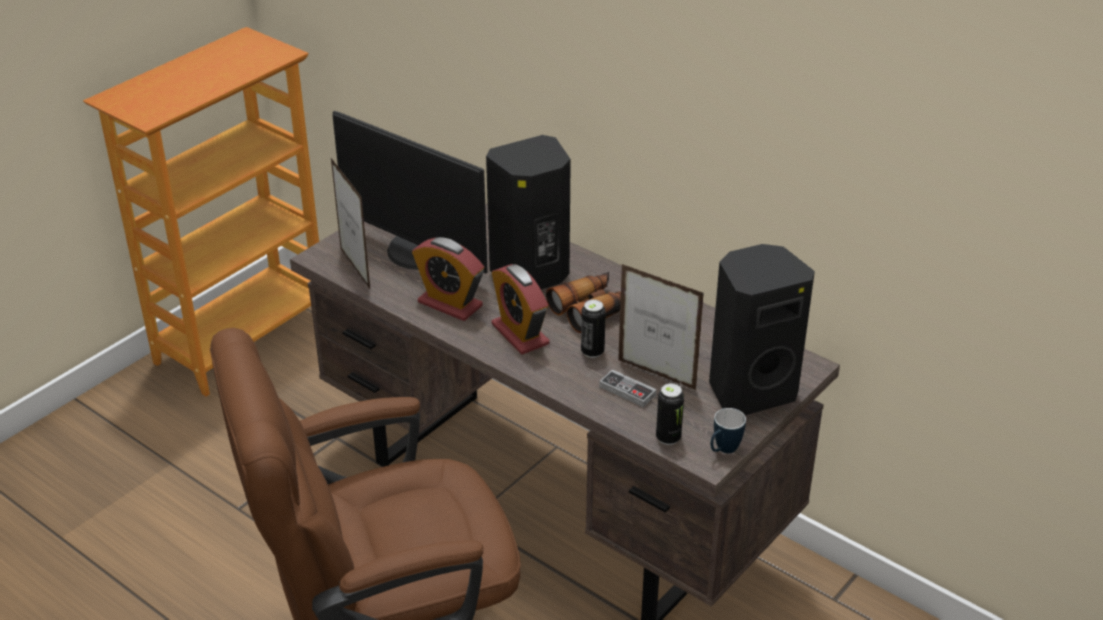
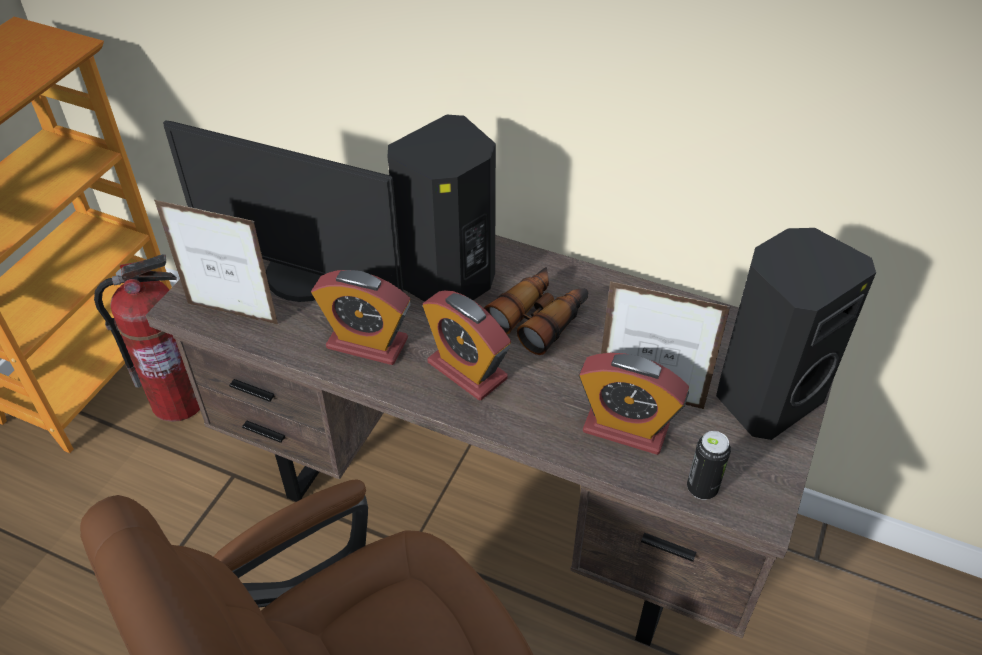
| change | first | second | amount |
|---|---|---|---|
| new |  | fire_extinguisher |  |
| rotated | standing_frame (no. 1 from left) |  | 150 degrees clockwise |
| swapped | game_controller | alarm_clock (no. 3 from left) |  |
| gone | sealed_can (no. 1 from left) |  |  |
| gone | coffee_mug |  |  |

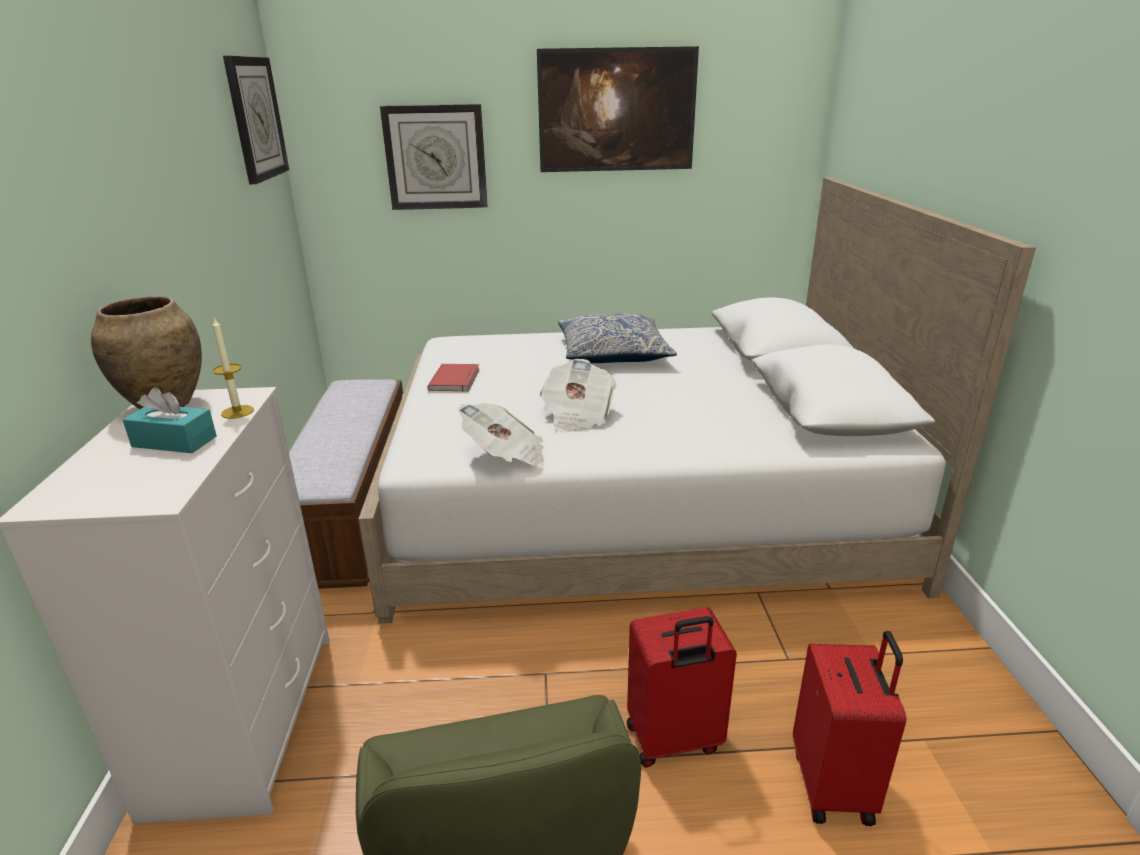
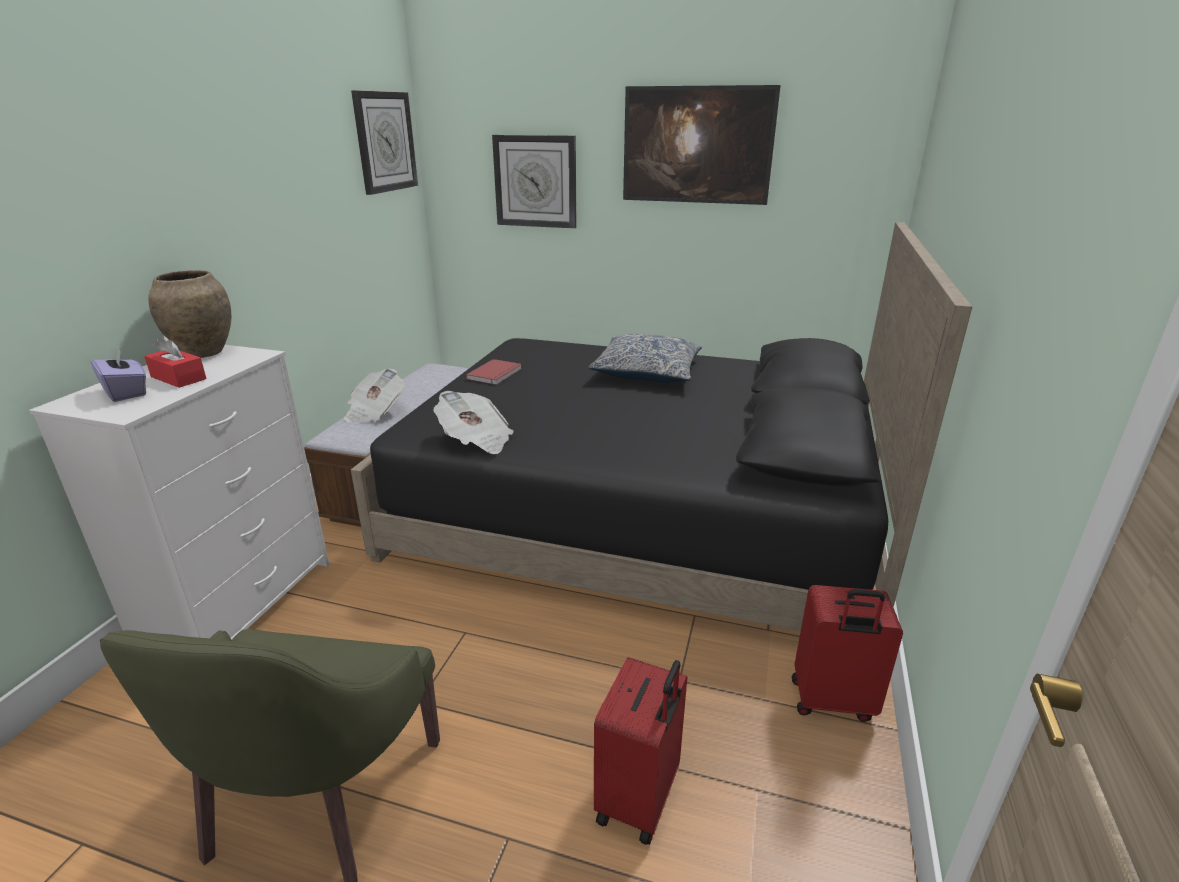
| change | first | second | amount |
|---|---|---|---|
| new |  | purple_tissue_holder |  |
| repainted | blue-green_tissue_holder | red_tissue_holder |  |
| shifted | newspaper (no. 2 from left in the first image) | newspaper (no. 1 from left) |  |
| repainted | white_sleeping_bed | blackish_sleeping_bed |  |
| shifted | red_travel_case (no. 1 from left in the first image) | red_travel_case (no. 2 from left) |  |
| gone | wax_light |  |  |

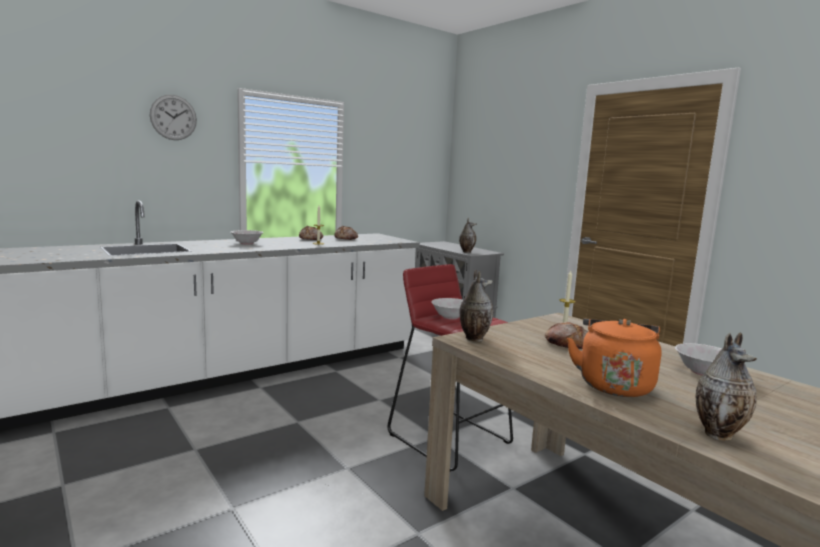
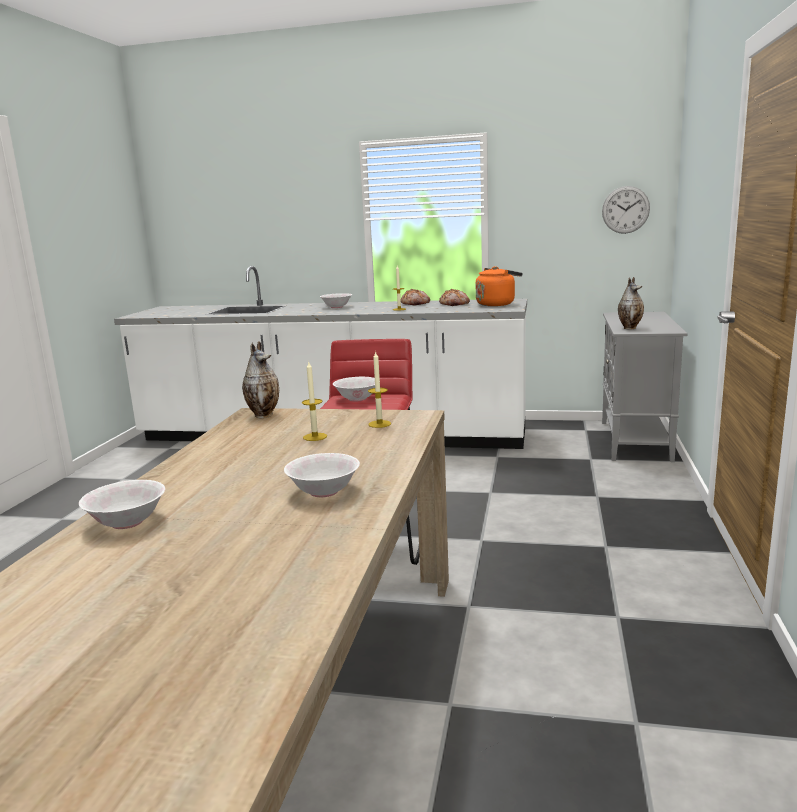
| change | first | second | amount |
|---|---|---|---|
| swapped | decorative_vase (no. 3 from left) | white_deep_dish (no. 1 from left) |  |
| swapped | bakery_bread (no. 3 from left) | wax_light (no. 1 from left) |  |
| shifted | orange-coloured_water_kettle |  |  |
| shifted | clock_on_the_wall |  |  |

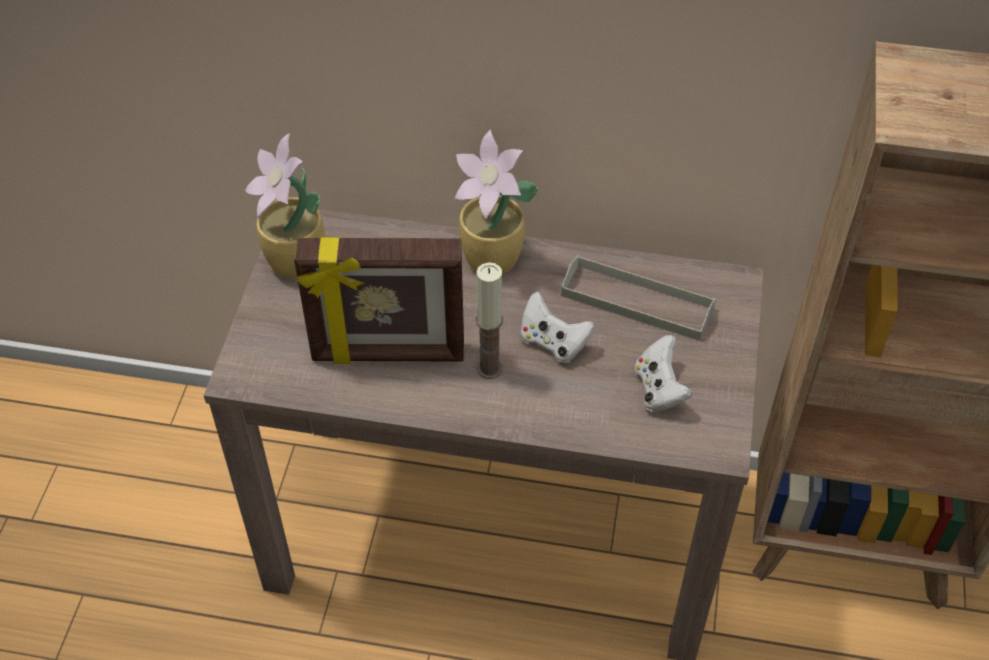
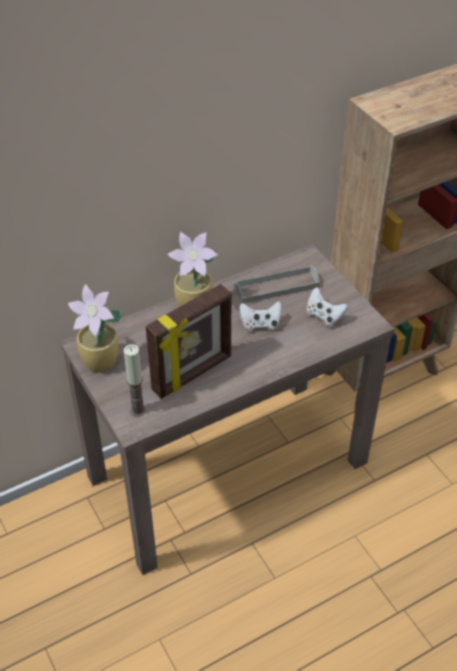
| change | first | second | amount |
|---|---|---|---|
| shifted | wax_light |  |  |

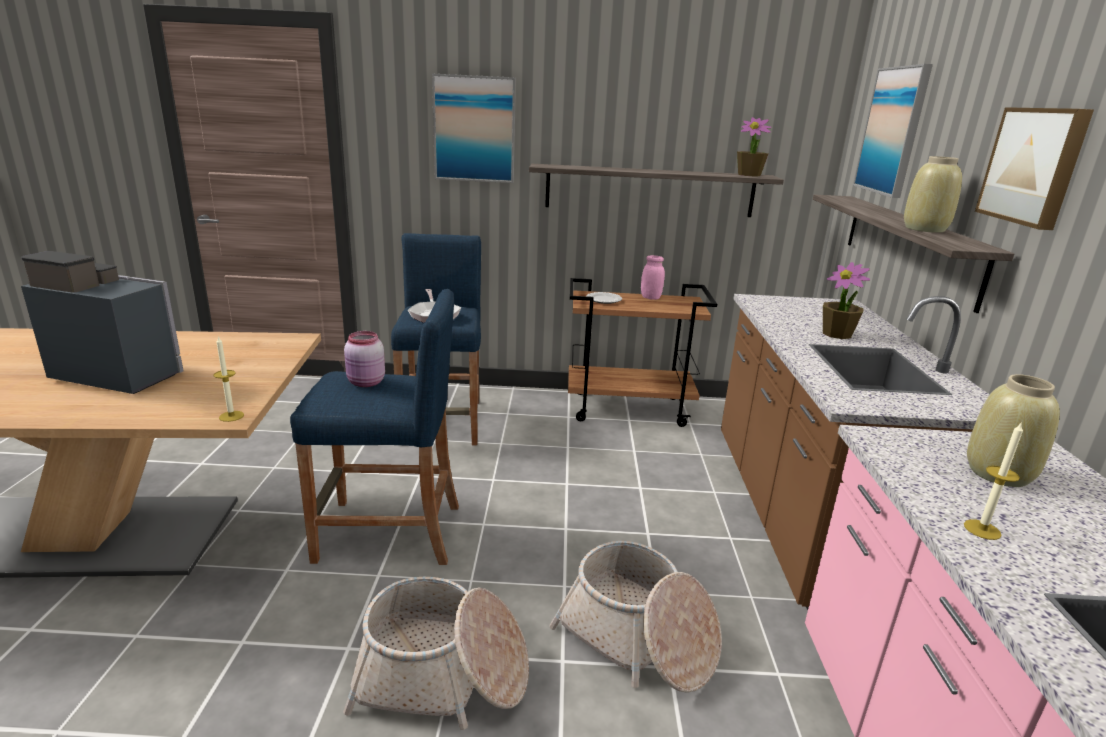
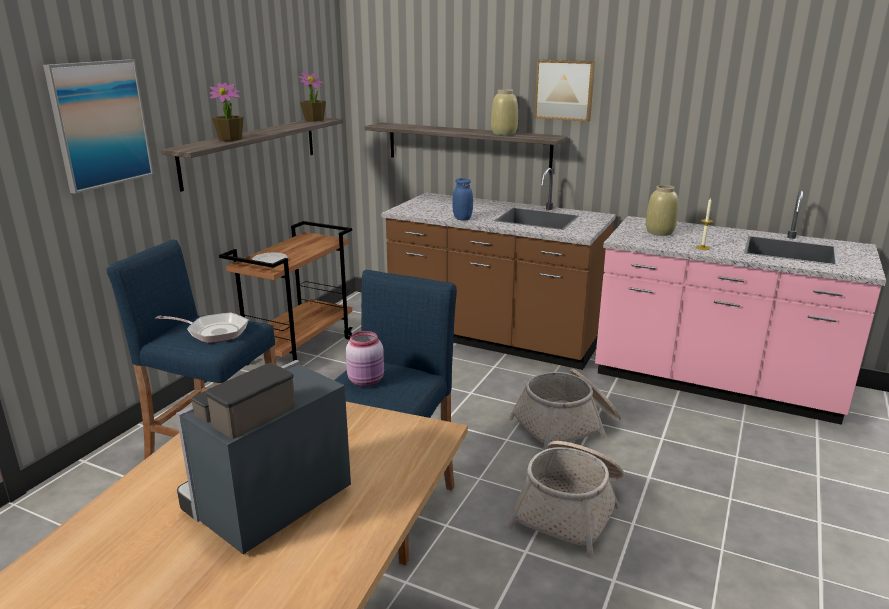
| change | first | second | amount |
|---|---|---|---|
| shifted | plant_in_a_pot (no. 2 from left in the first image) | plant_in_a_pot (no. 1 from left) |  |
| new |  | blue_jar |  |
| gone | wax_light (no. 1 from left) |  |  |
| gone | pink_jar (no. 2 from left) |  |  |
| gone | picture (no. 2 from left) |  |  |

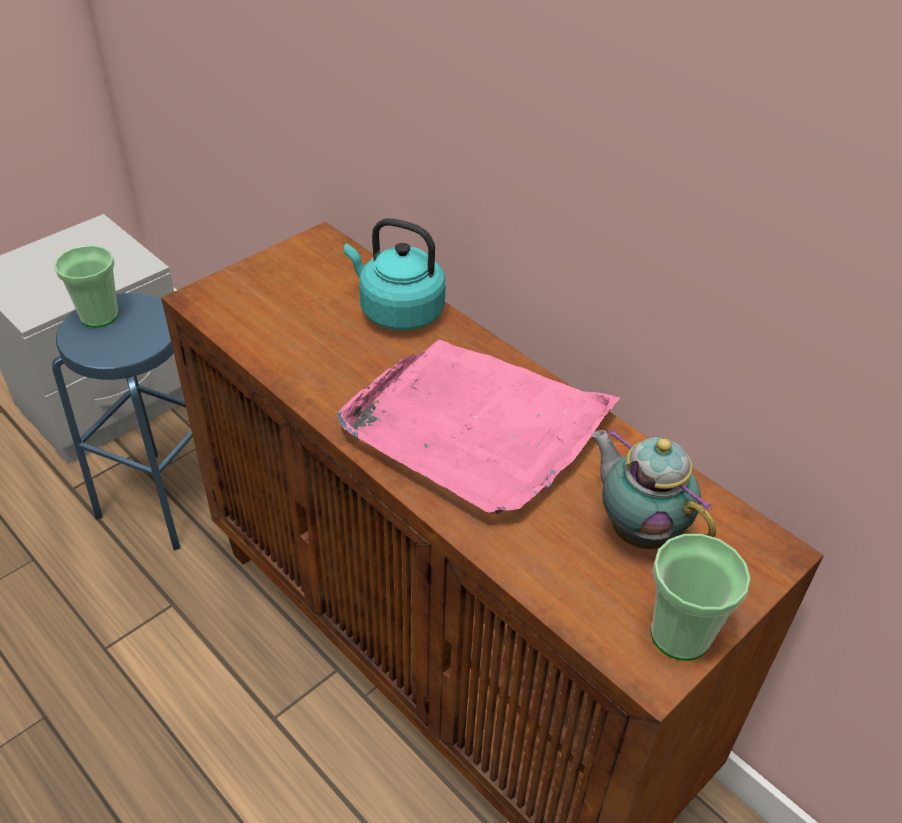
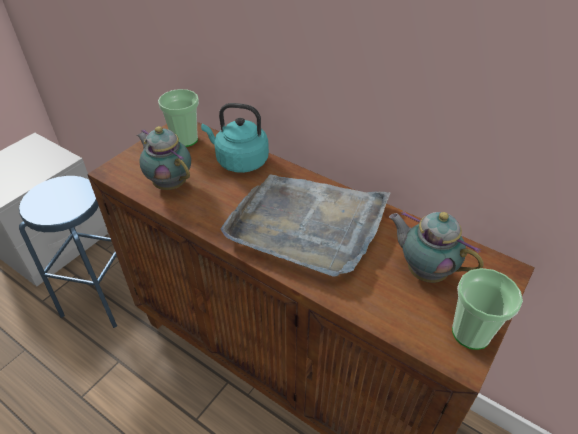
| change | first | second | amount |
|---|---|---|---|
| new |  | tea_pot (no. 1 from left) |  |
| shifted | drinking_cup (no. 1 from left) |  |  |
| repainted | pink_tray | grey_tray |  |

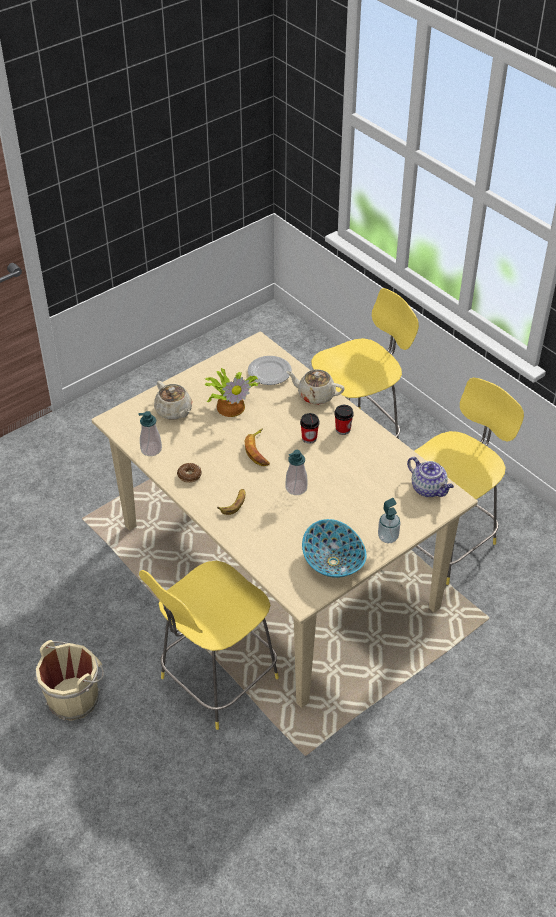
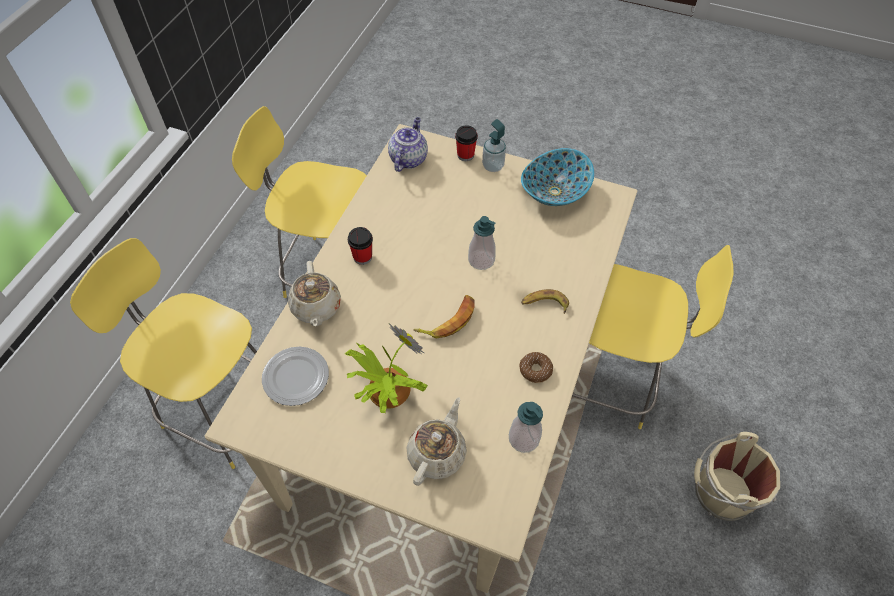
| change | first | second | amount |
|---|---|---|---|
| shifted | drinking_cup (no. 1 from left in the first image) | drinking_cup (no. 2 from left) |  |

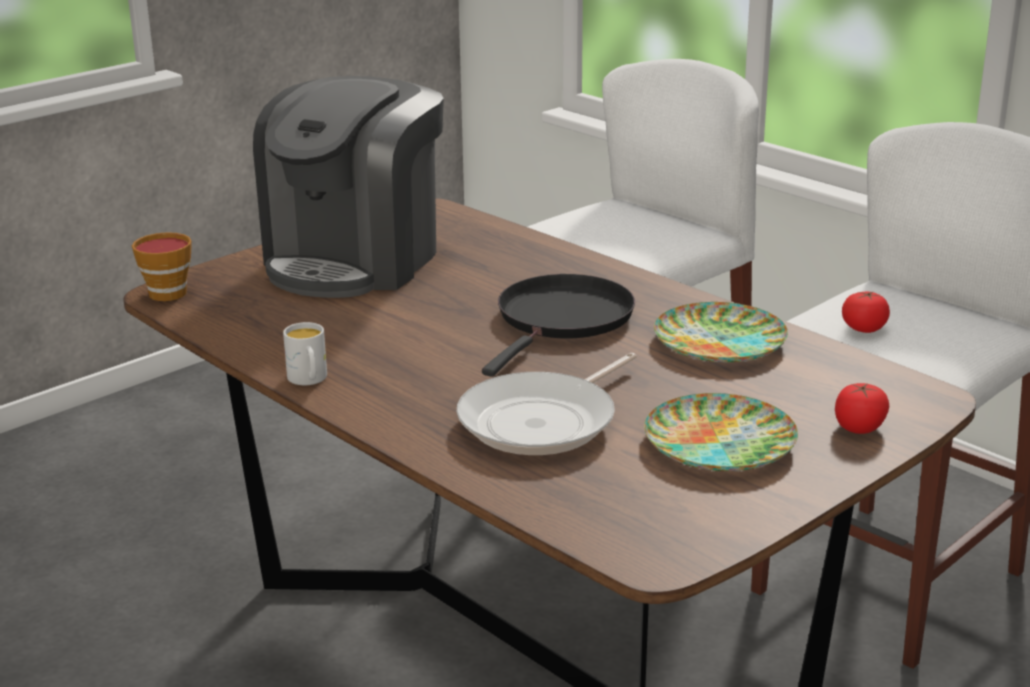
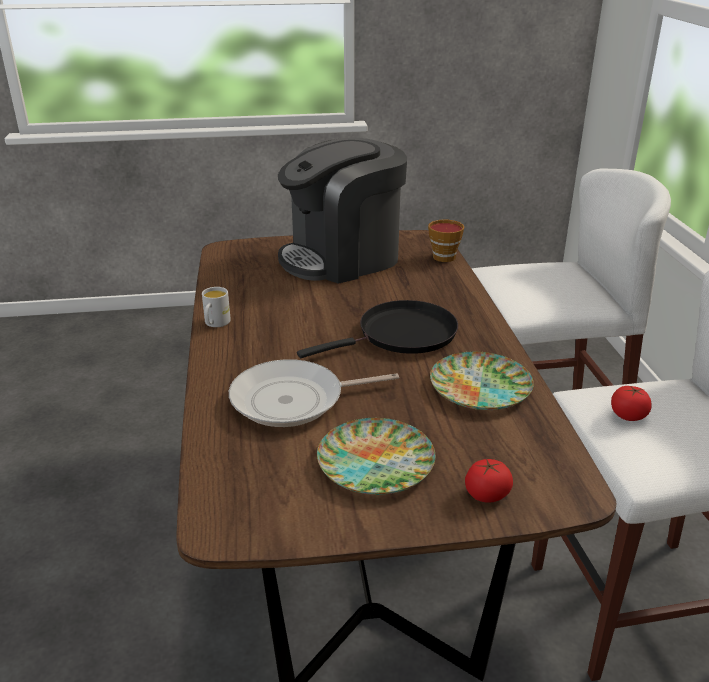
| change | first | second | amount |
|---|---|---|---|
| shifted | drinking_cup |  |  |

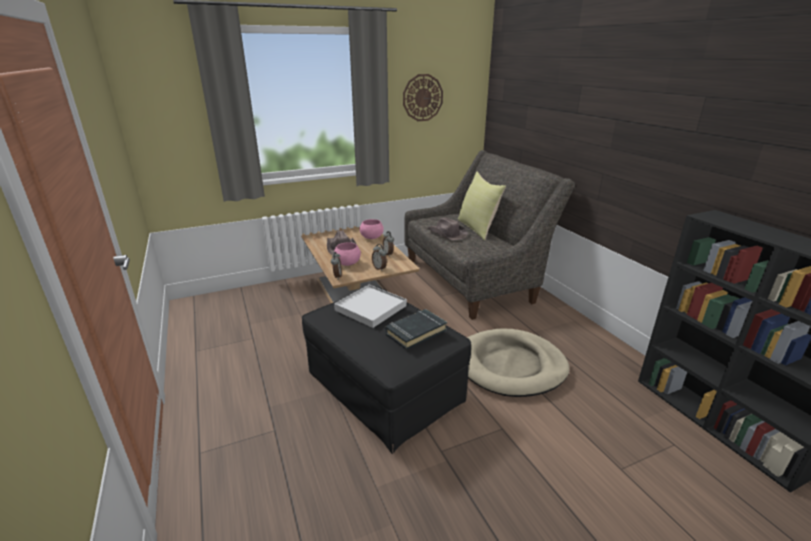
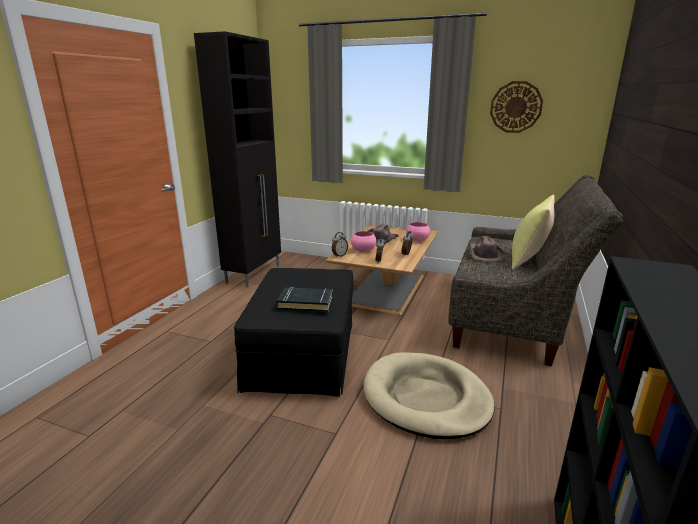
| change | first | second | amount |
|---|---|---|---|
| new |  | blackish_cupboard |  |
| gone | white_tray |  |  |

